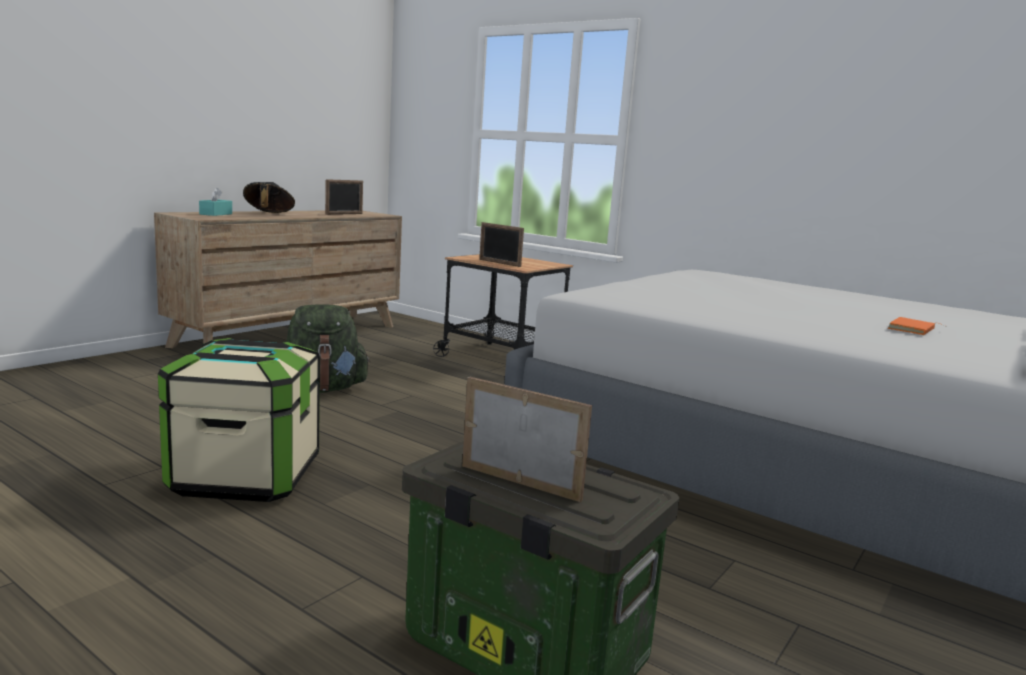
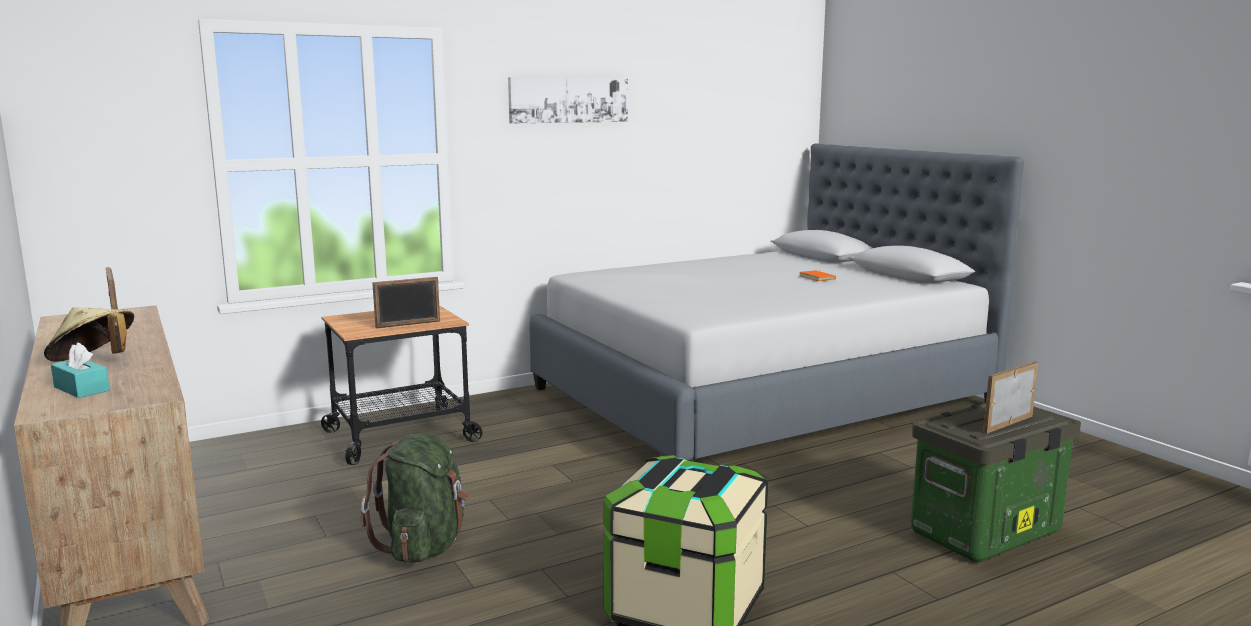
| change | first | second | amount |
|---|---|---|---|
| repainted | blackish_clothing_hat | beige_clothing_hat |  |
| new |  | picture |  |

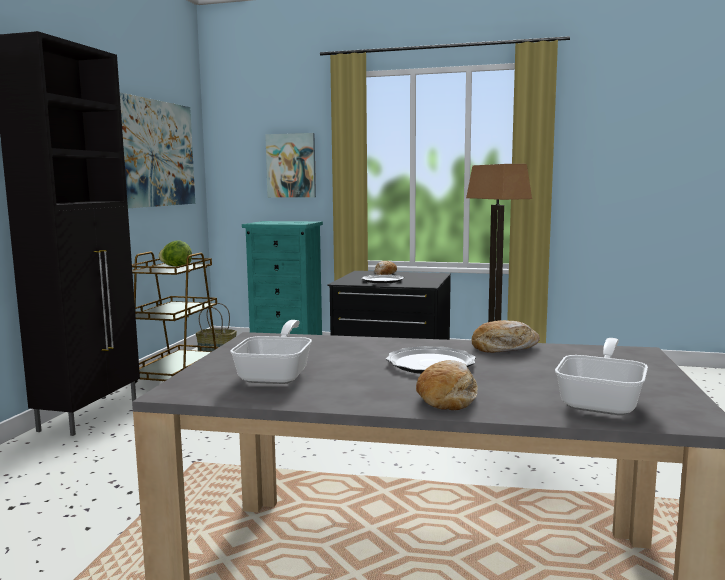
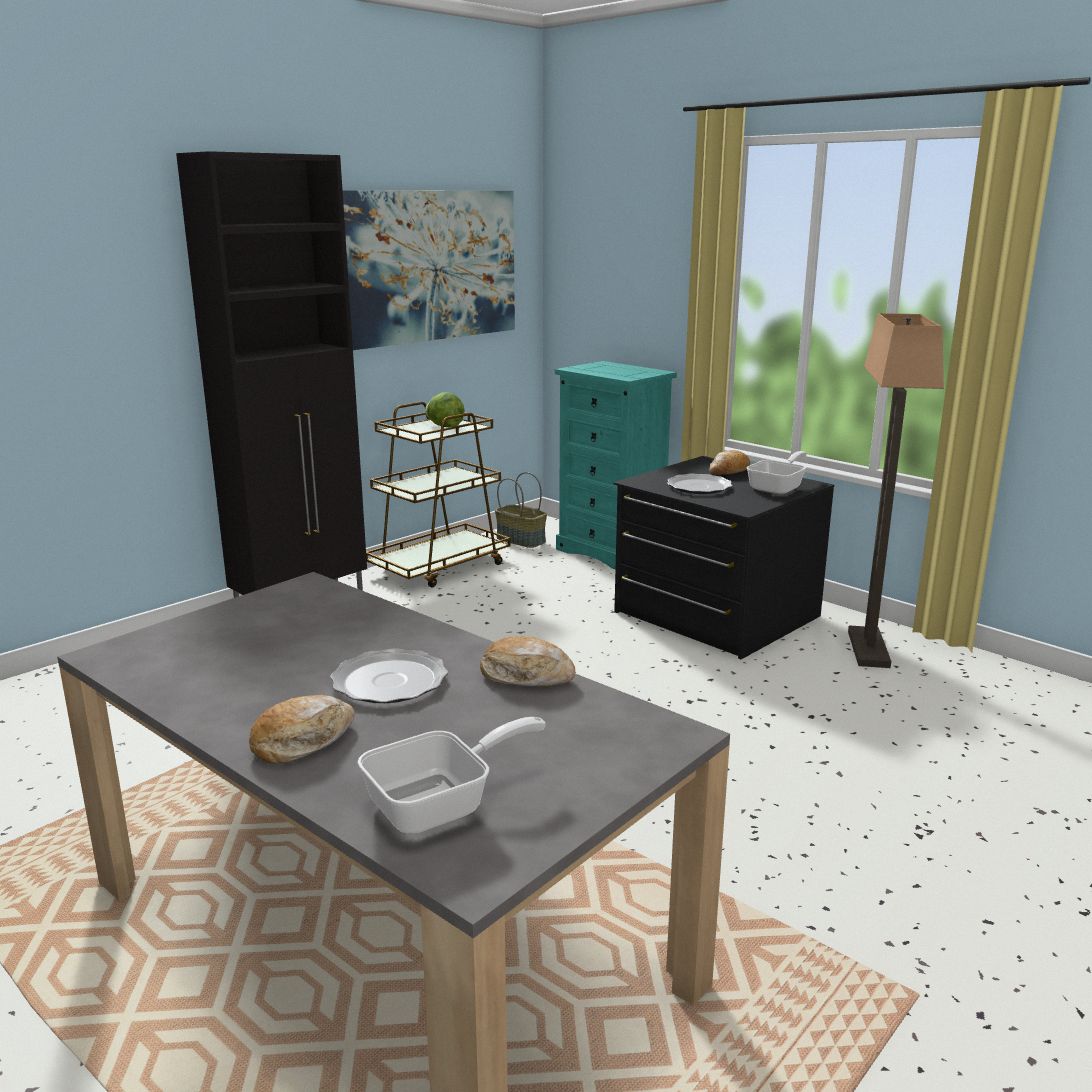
| change | first | second | amount |
|---|---|---|---|
| shifted | pan (no. 1 from left in the first image) | pan (no. 2 from left) |  |
| gone | picture (no. 2 from left) |  |  |

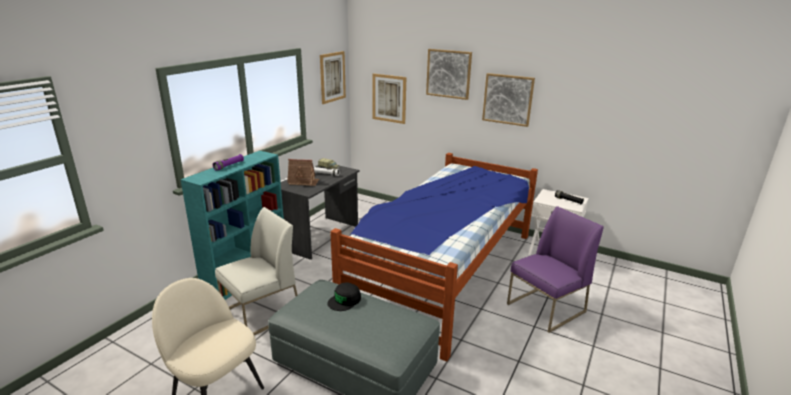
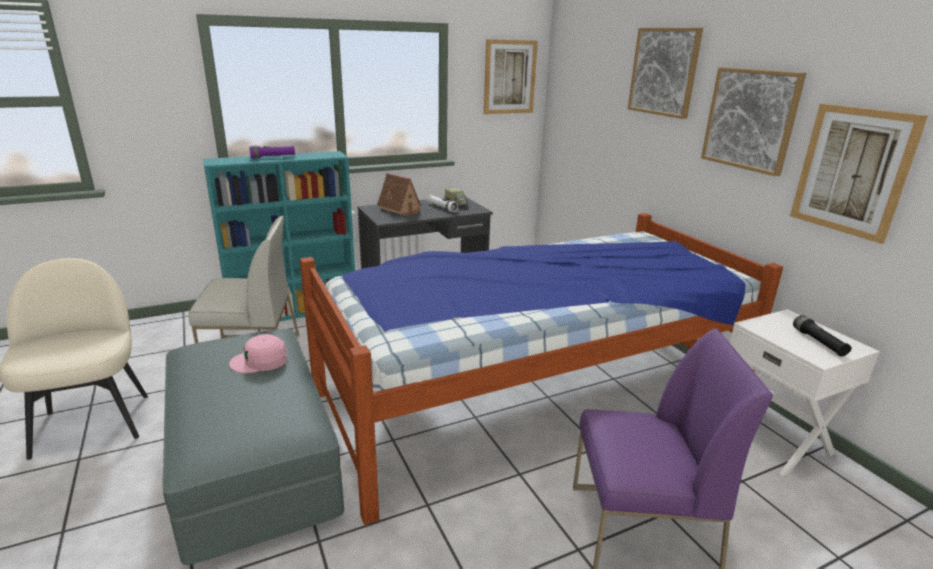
| change | first | second | amount |
|---|---|---|---|
| repainted | blackish_cap | pink_cap |  |
| shifted | picture (no. 2 from left in the first image) | picture (no. 4 from left) |  |

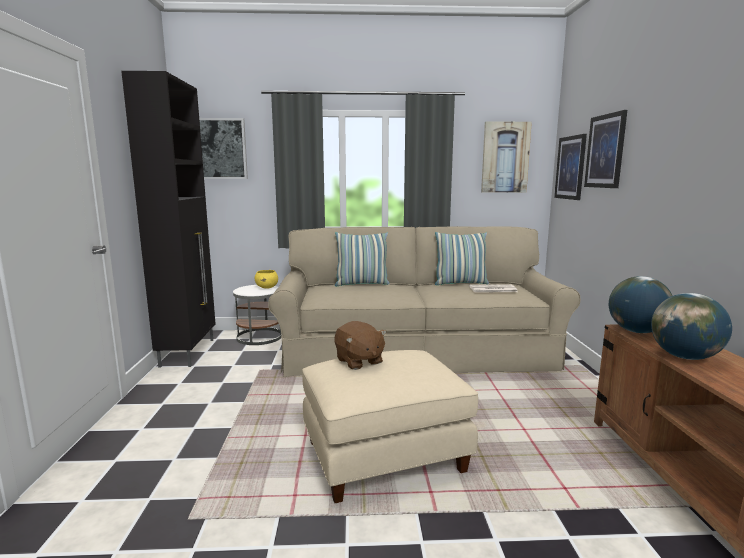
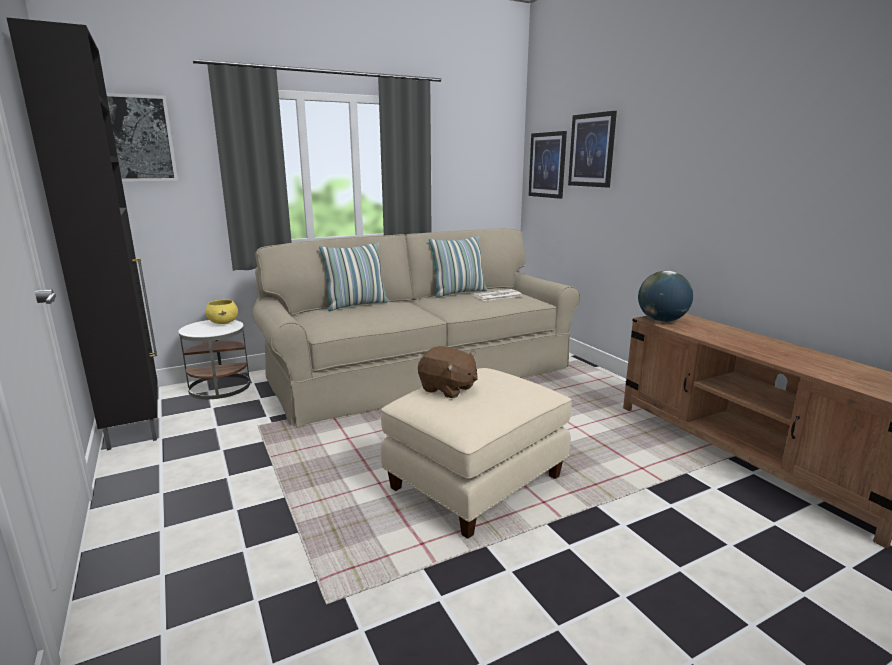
| change | first | second | amount |
|---|---|---|---|
| gone | picture (no. 2 from left) |  |  |
| gone | globe (no. 2 from left) |  |  |

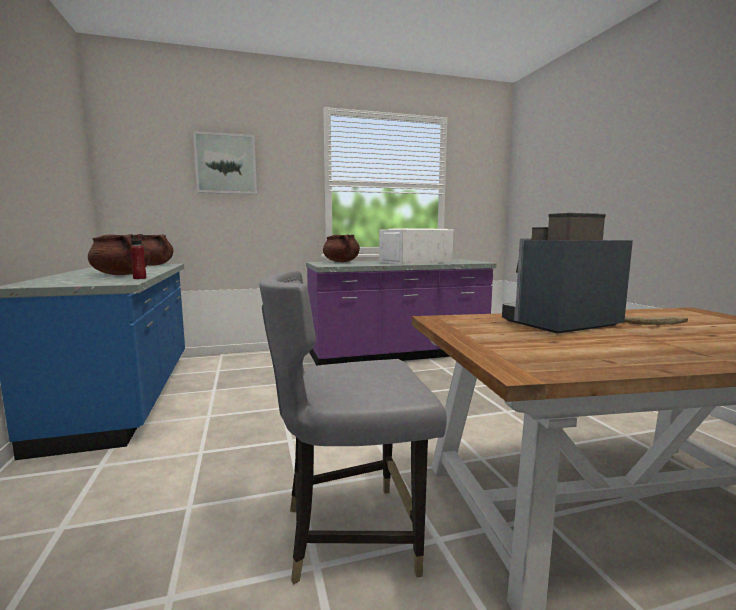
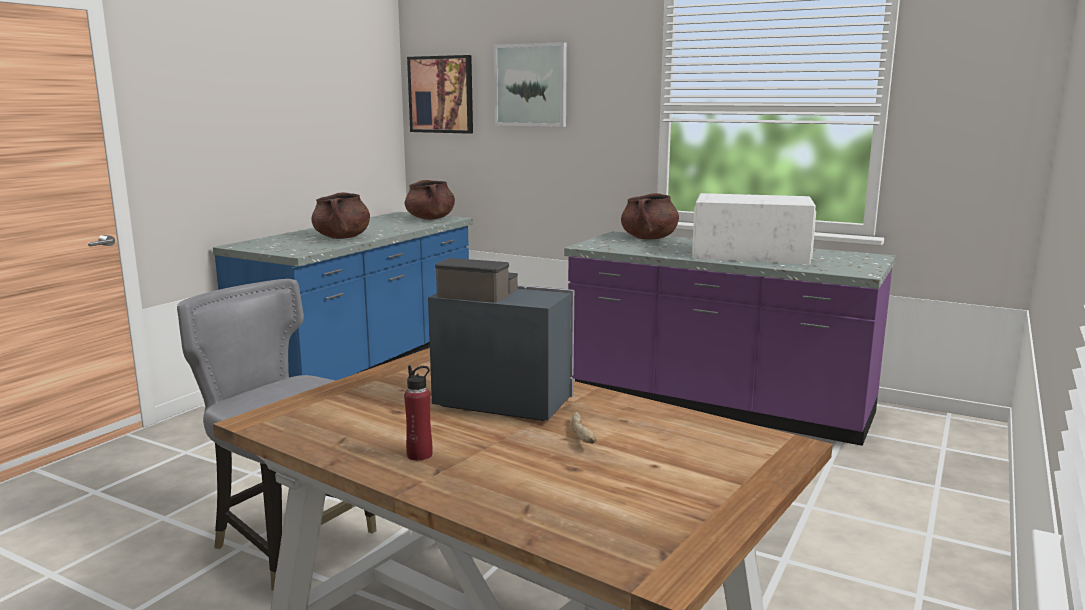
| change | first | second | amount |
|---|---|---|---|
| shifted | red_bottle |  |  |
| new |  | picture (no. 1 from left) |  |

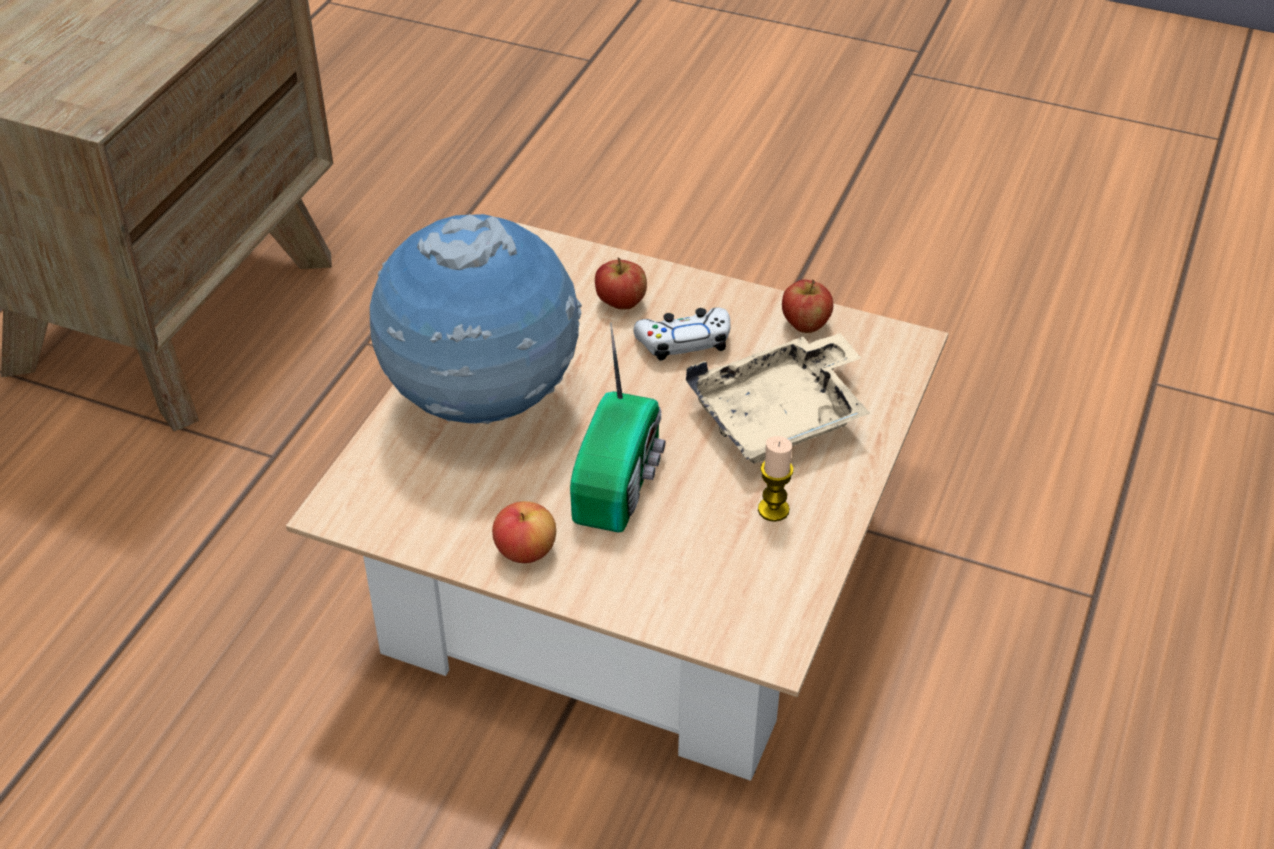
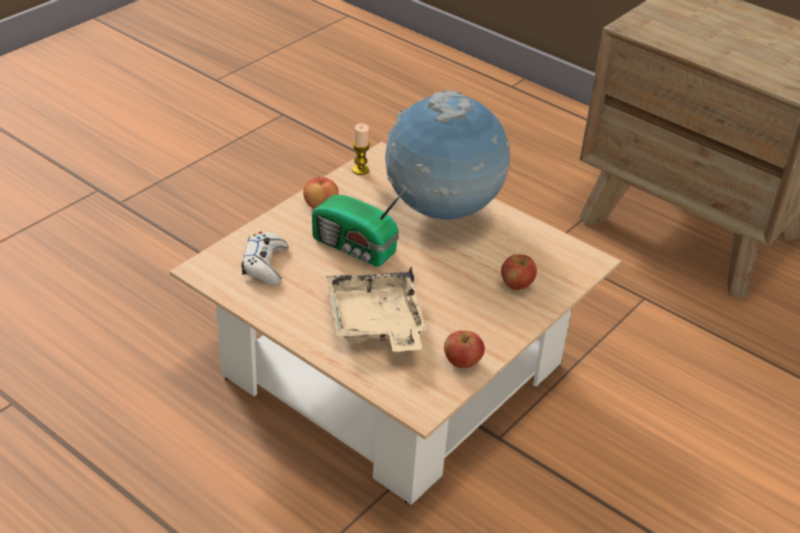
| change | first | second | amount |
|---|---|---|---|
| shifted | white_game_controller |  |  |
| shifted | wax_light |  |  |

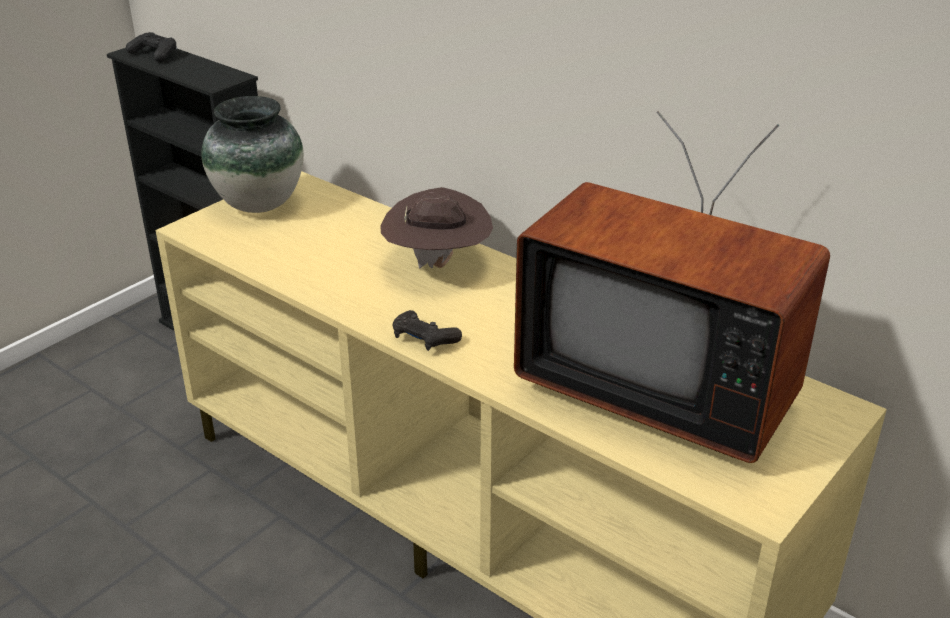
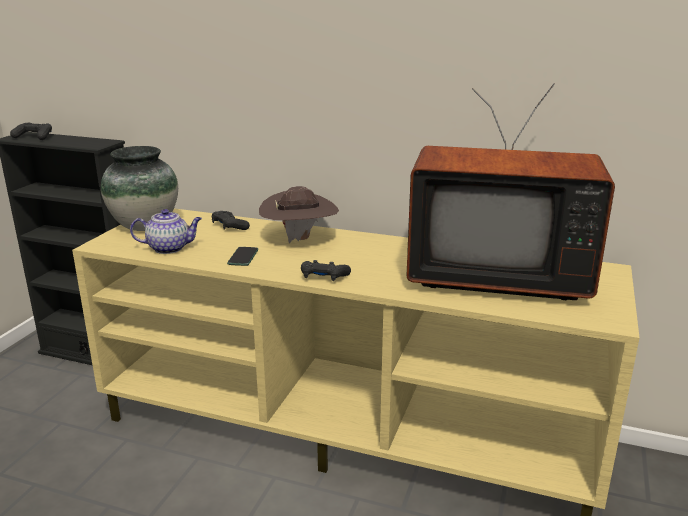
| change | first | second | amount |
|---|---|---|---|
| new |  | tea_pot |  |
| new |  | blackish_game_controller (no. 2 from left) |  |
| new |  | handset |  |

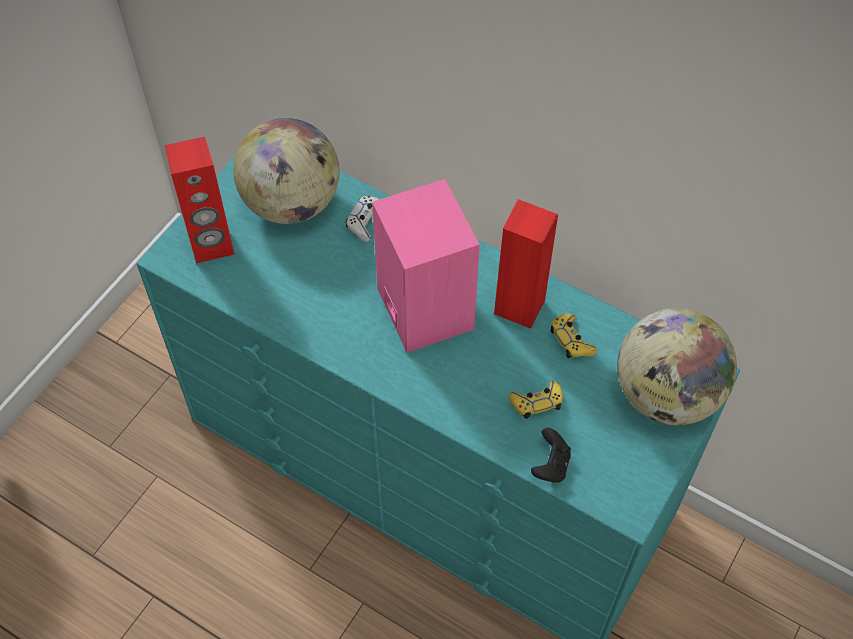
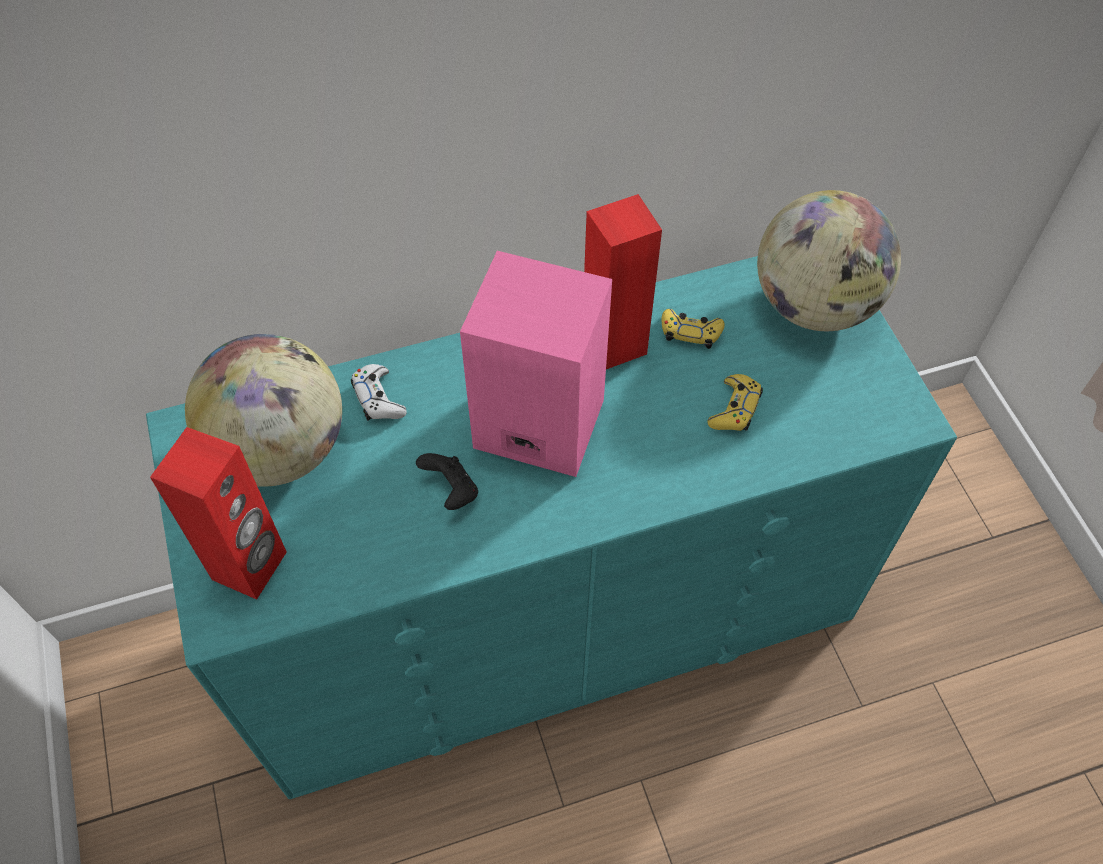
| change | first | second | amount |
|---|---|---|---|
| shifted | blackish_game_controller |  |  |

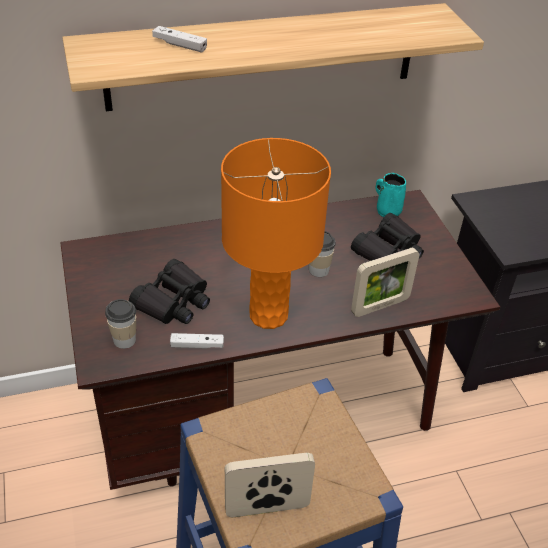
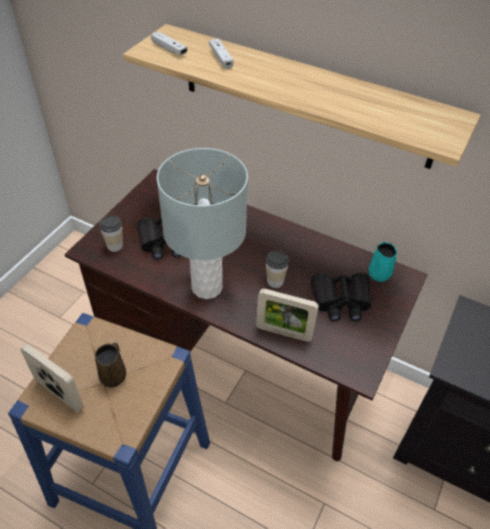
| change | first | second | amount |
|---|---|---|---|
| new |  | brown-coloured_coffee_mug |  |
| shifted | white_game_controller (no. 2 from left in the first image) | white_game_controller (no. 1 from left) |  |
| repainted | orange-coloured_lamp_for_a_table | grey_lamp_for_a_table |  |

